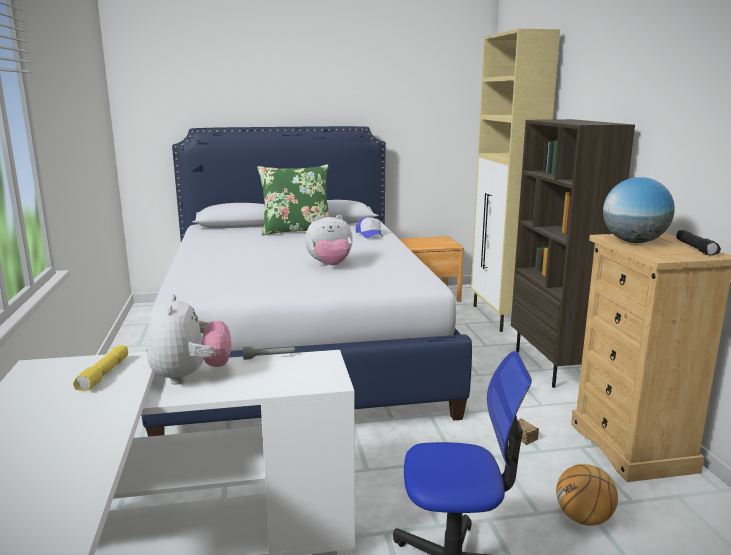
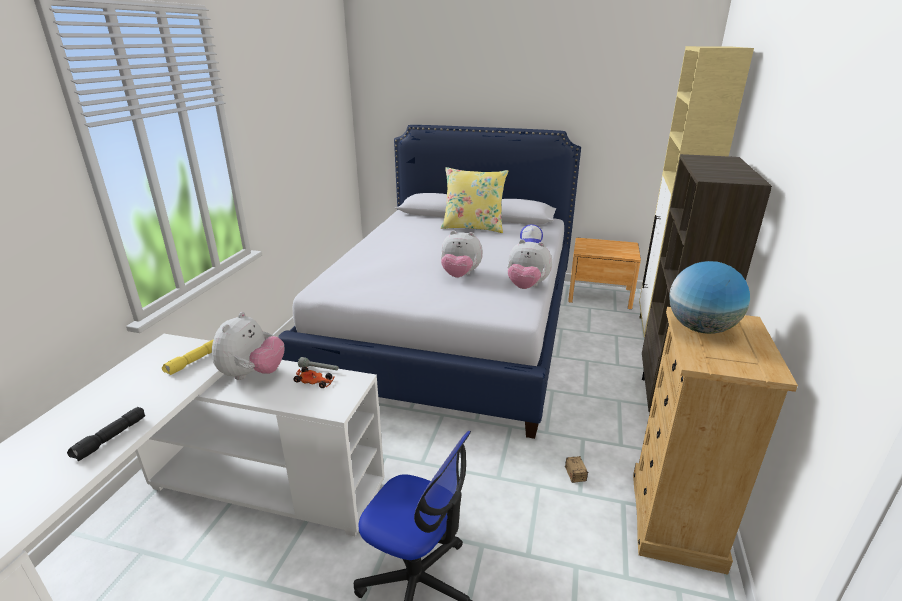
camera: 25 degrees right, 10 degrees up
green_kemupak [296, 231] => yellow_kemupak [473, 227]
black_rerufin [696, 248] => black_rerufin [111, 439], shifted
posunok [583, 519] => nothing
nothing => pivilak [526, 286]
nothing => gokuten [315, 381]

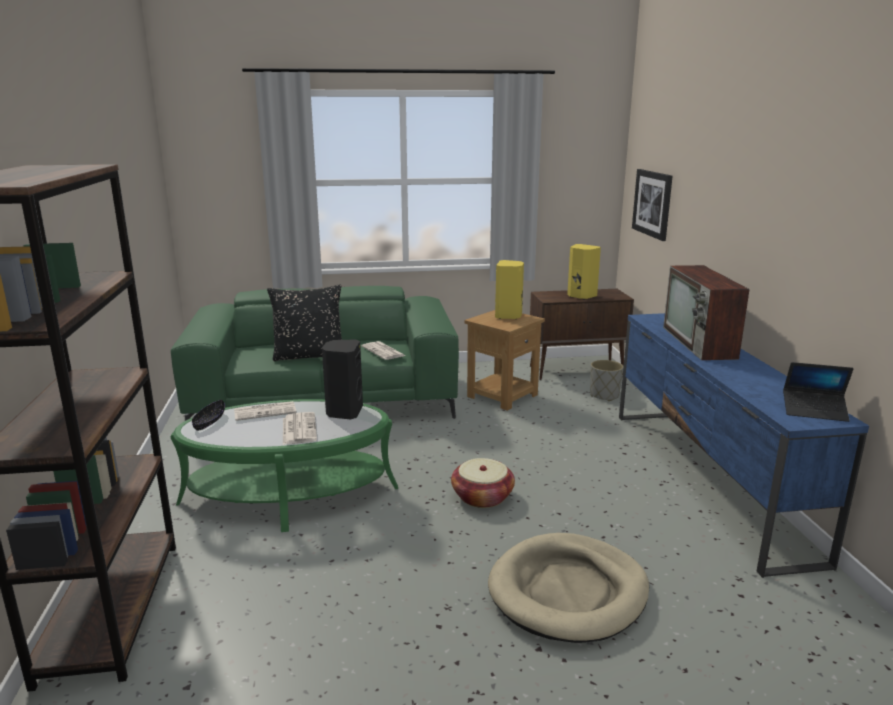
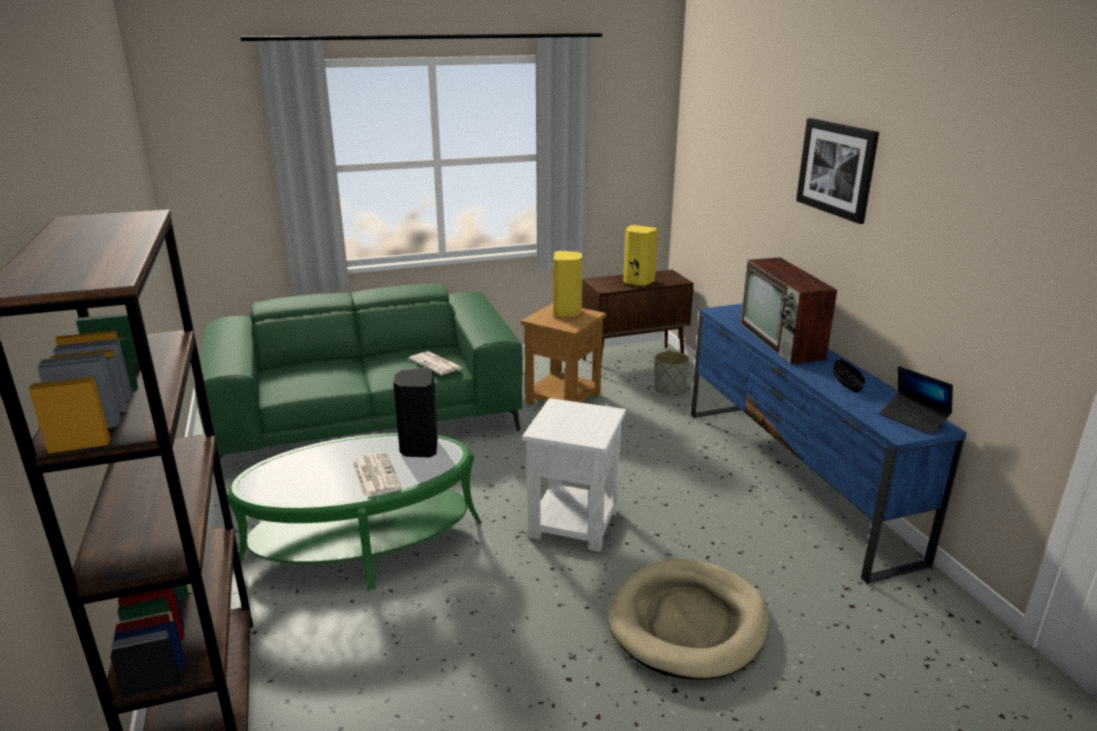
camera: 10 degrees left, 5 degrees up
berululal [652, 203] => berululal [836, 169], shifted
black_kemupak [309, 355] => nothing
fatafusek [814, 411] => fatafusek [913, 419], 45 degrees clockwise
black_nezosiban [209, 422] => black_nezosiban [847, 383], shifted
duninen [266, 411] => nothing
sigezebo [482, 497] => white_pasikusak [574, 524]

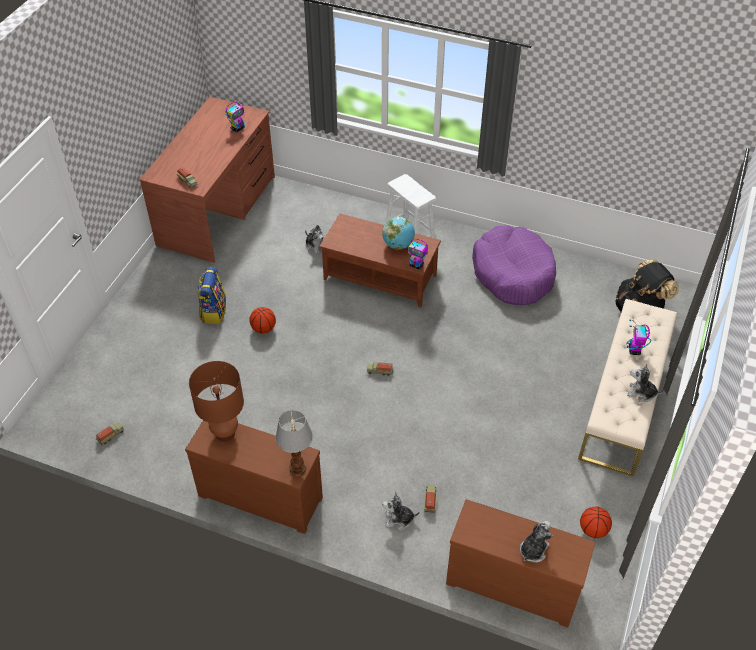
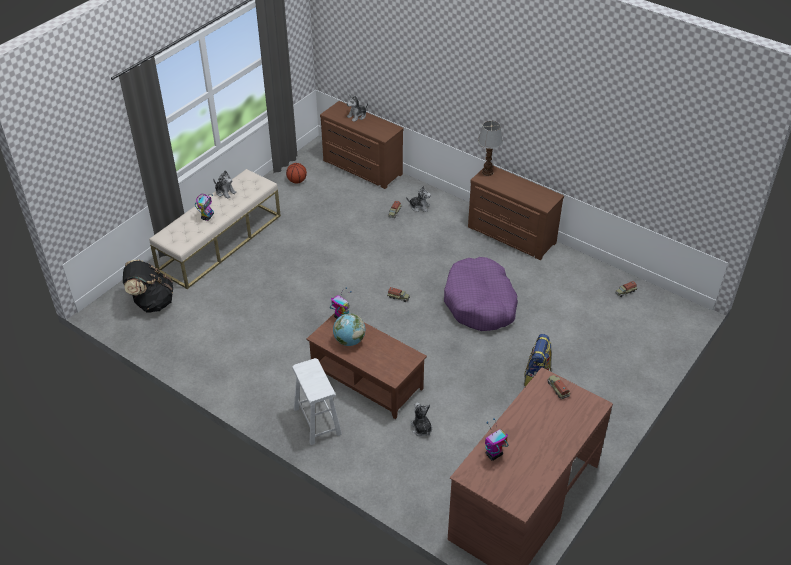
camera: 165 degrees left, 5 degrees down
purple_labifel [513, 273] => purple_labifel [480, 303], shifted
posunok [263, 328] => nothing
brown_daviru [225, 433] => nothing

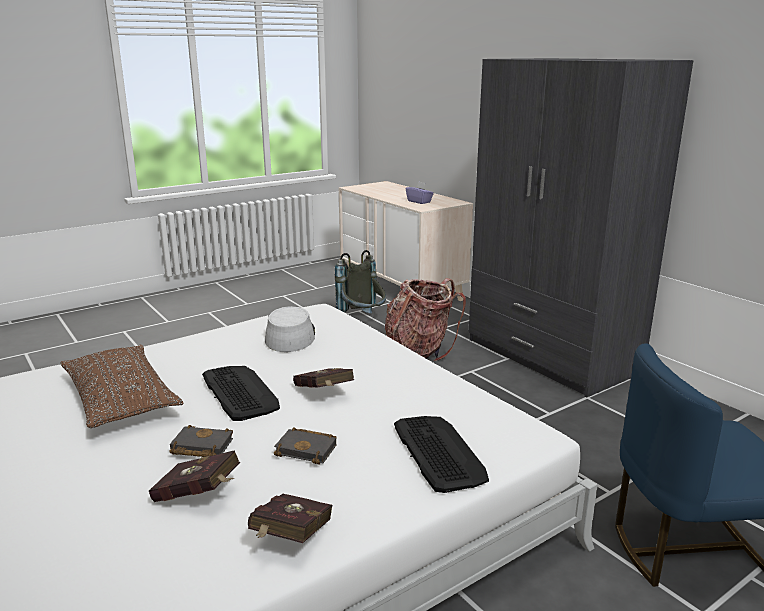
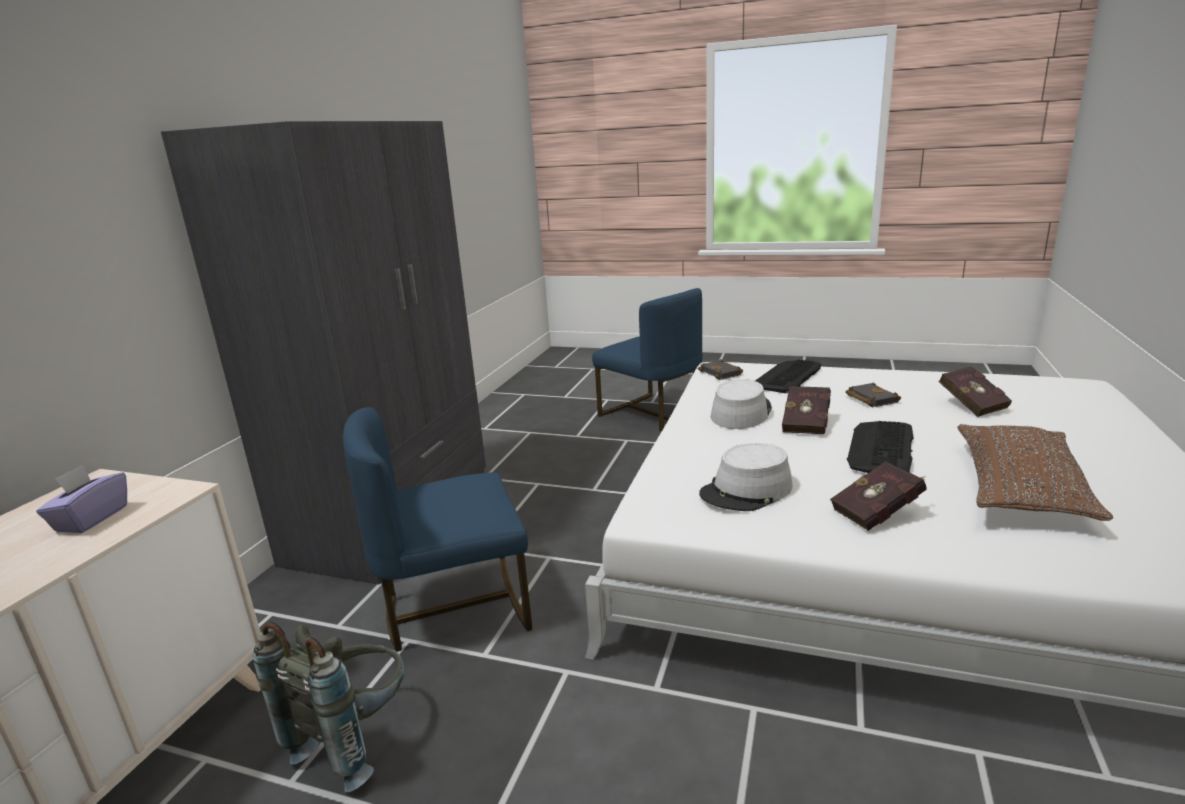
camera: 125 degrees left, 0 degrees up
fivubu [419, 351] => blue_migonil [455, 607]
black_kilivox [200, 447] => black_kilivox [722, 373], shifted
red_kilivox [290, 538] => red_kilivox [879, 513], shifted
nothing => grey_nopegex [740, 412]

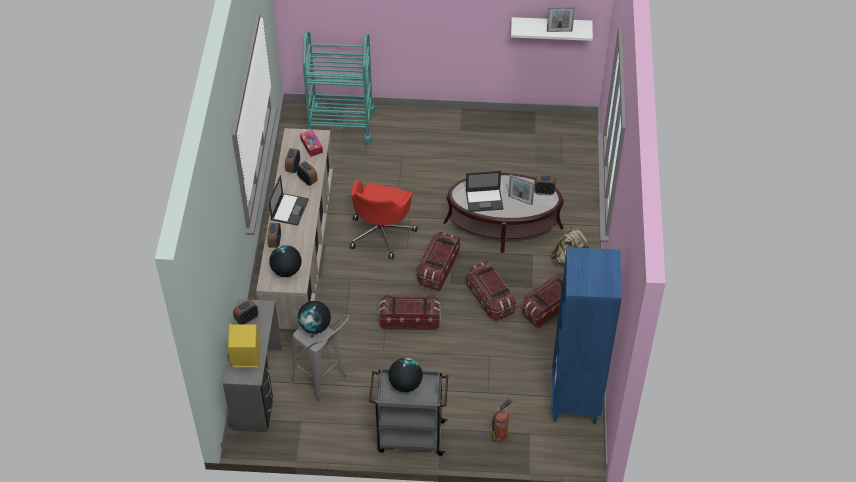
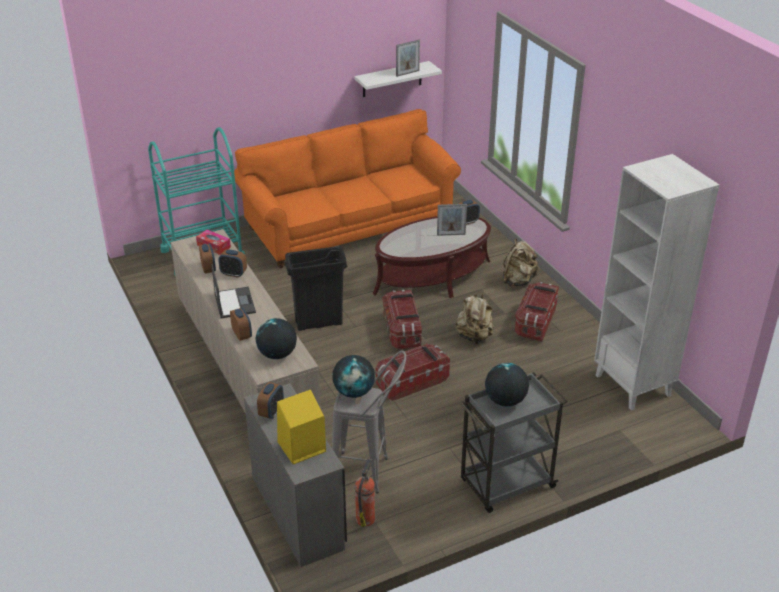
camera: 30 degrees left, 15 degrees down
fatafusek [484, 200] => nothing
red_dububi [381, 232] => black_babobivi [318, 323]
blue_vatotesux [575, 401] => white_vatotesux [633, 385]
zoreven [489, 299] => beige_fivubu [474, 337]
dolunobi [500, 434] => dolunobi [365, 518], shifted
nothing => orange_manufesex [349, 226]

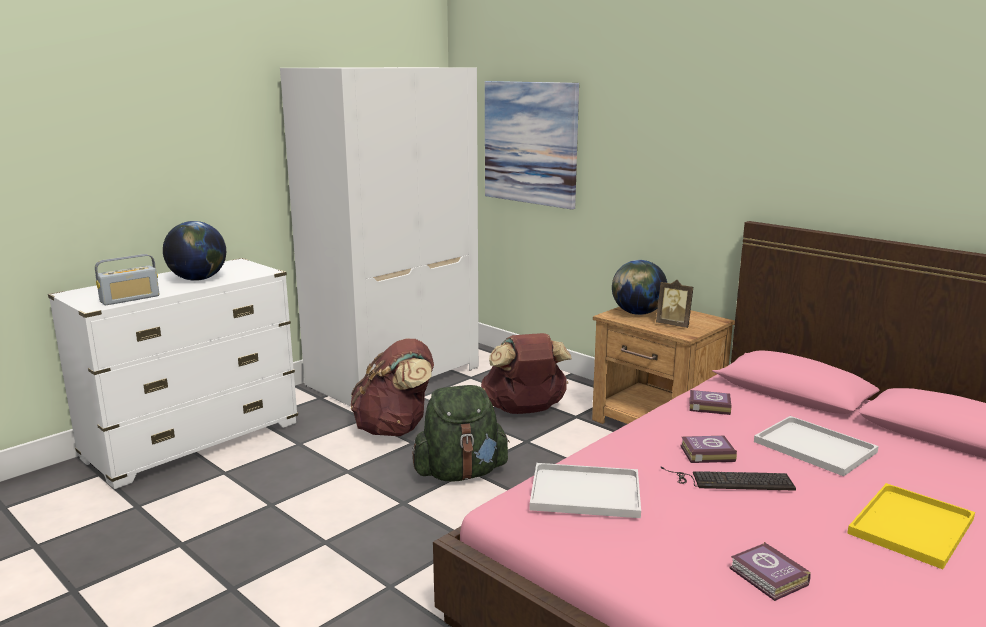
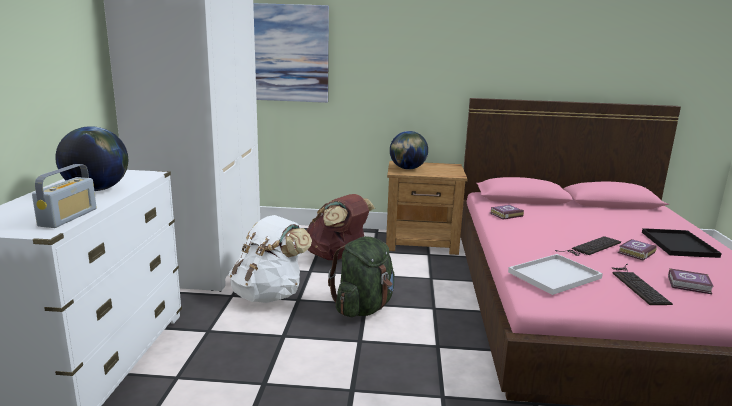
camera: 40 degrees left, 0 degrees up
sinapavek [674, 325] => nothing
brown_fivubu [395, 429] => white_fivubu [269, 295]
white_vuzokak [812, 446] => nothing
kilivox [705, 453] => kilivox [635, 252], shifted
yellow_vuzokak [910, 525] => black_vuzokak [677, 243]
nothing => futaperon [636, 284]

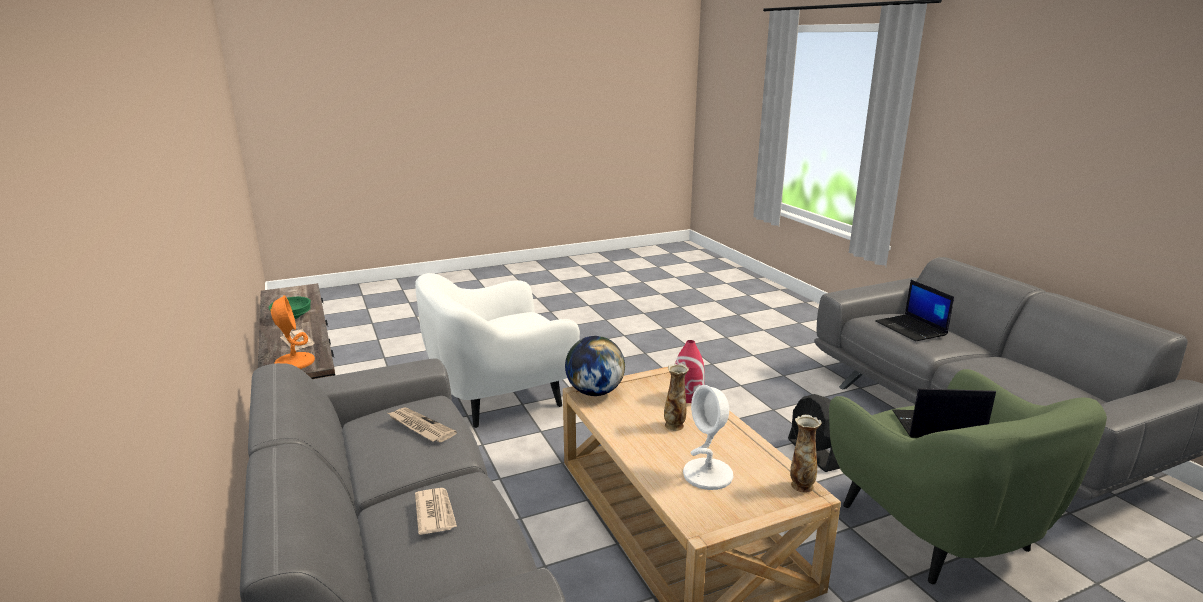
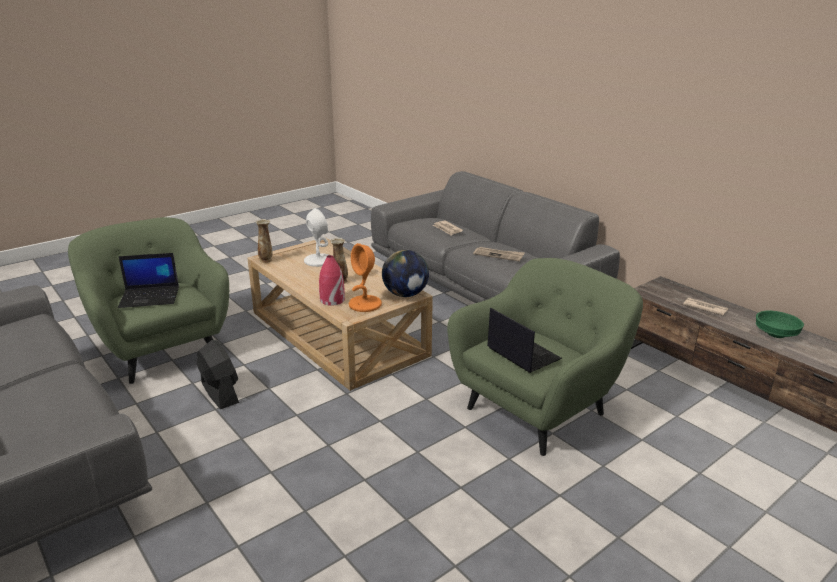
camera: 165 degrees right, 5 degrees up
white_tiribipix [499, 397] => green_tiribipix [538, 409]
fatafusek [911, 329] => fatafusek [522, 353], shifted
orange_daviru [294, 362] => orange_daviru [365, 304], shifted

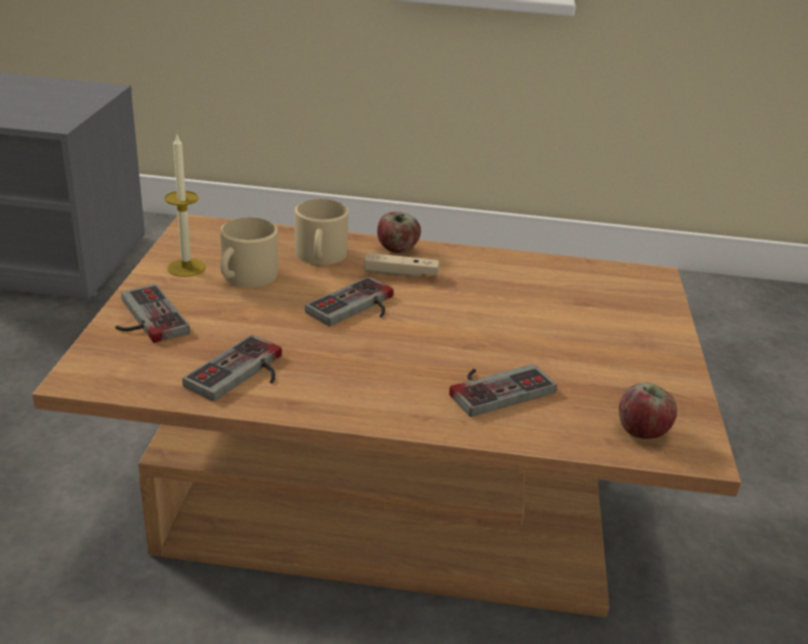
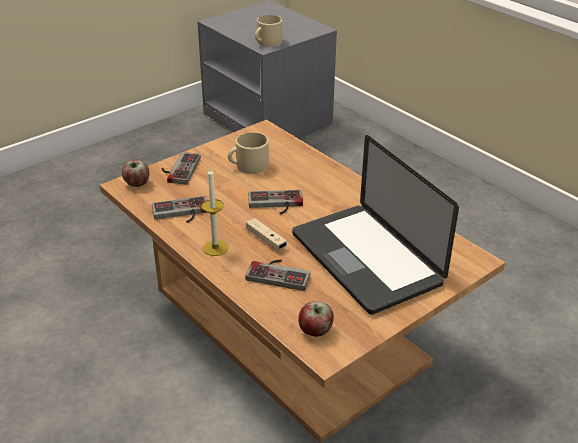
camera: 45 degrees right, 5 degrees up
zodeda [186, 268] => zodeda [215, 248], shifted
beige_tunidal [320, 256] => beige_tunidal [267, 42], shifted
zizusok [397, 249] => zizusok [137, 183], shifted
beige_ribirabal [401, 273] => beige_ribirabal [266, 239], shifted
nothing => fatafusek [365, 259]

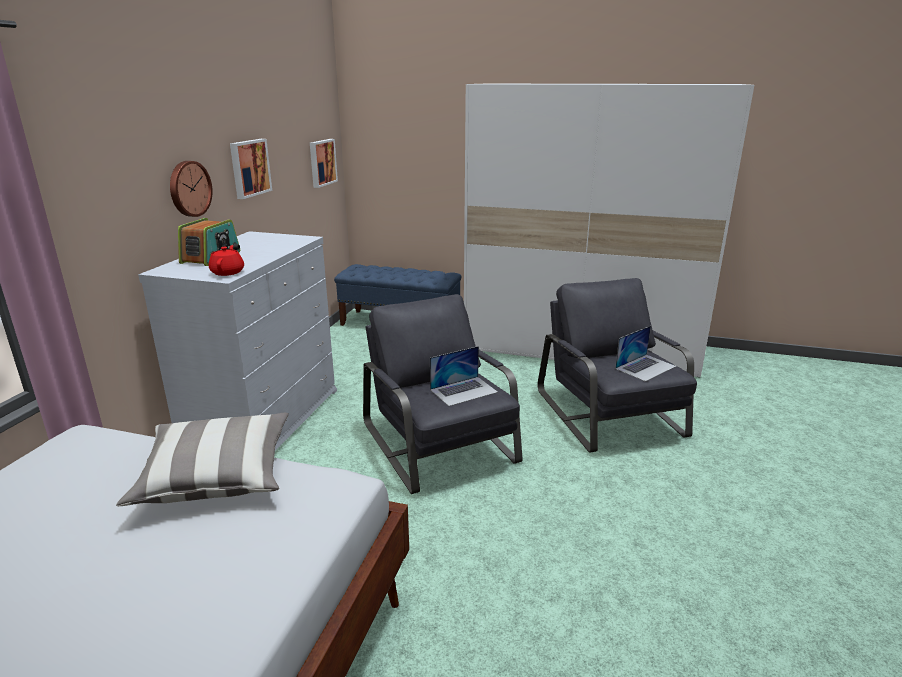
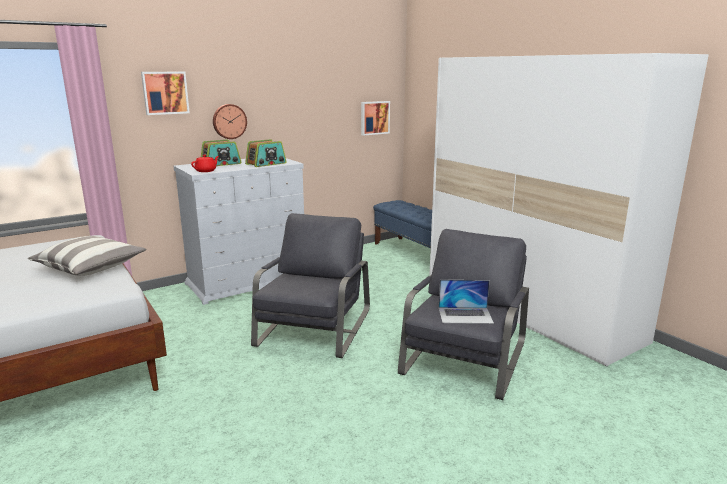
camera: 40 degrees right, 5 degrees down
berululal [249, 168] => berululal [165, 93], shifted
fatafusek [464, 391] => nothing
nothing => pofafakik [266, 164]

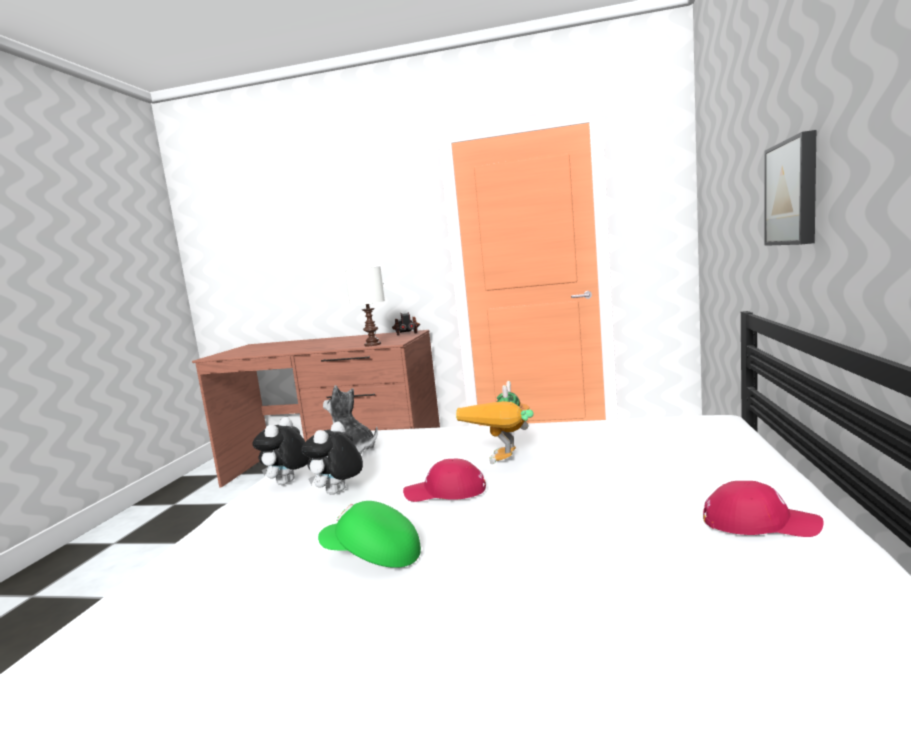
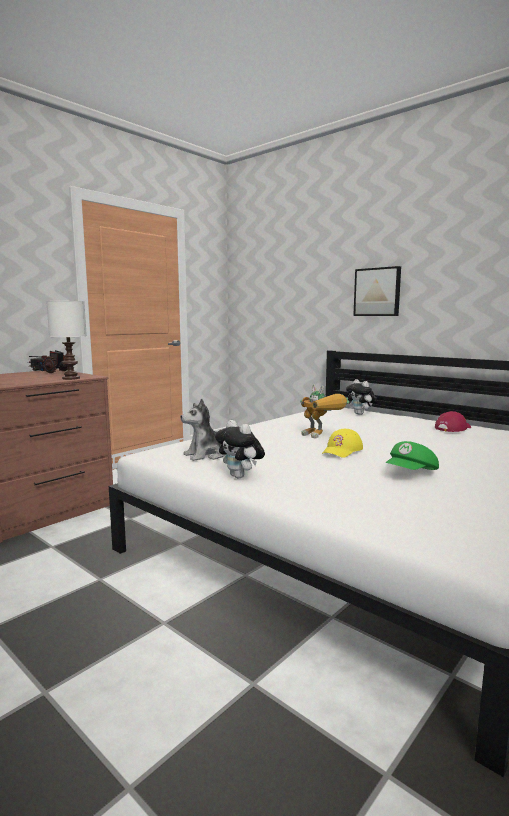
camera: 60 degrees left, 0 degrees up
pivilak [338, 493] => pivilak [360, 414], shifted
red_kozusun [445, 492] => yellow_kozusun [342, 450]

